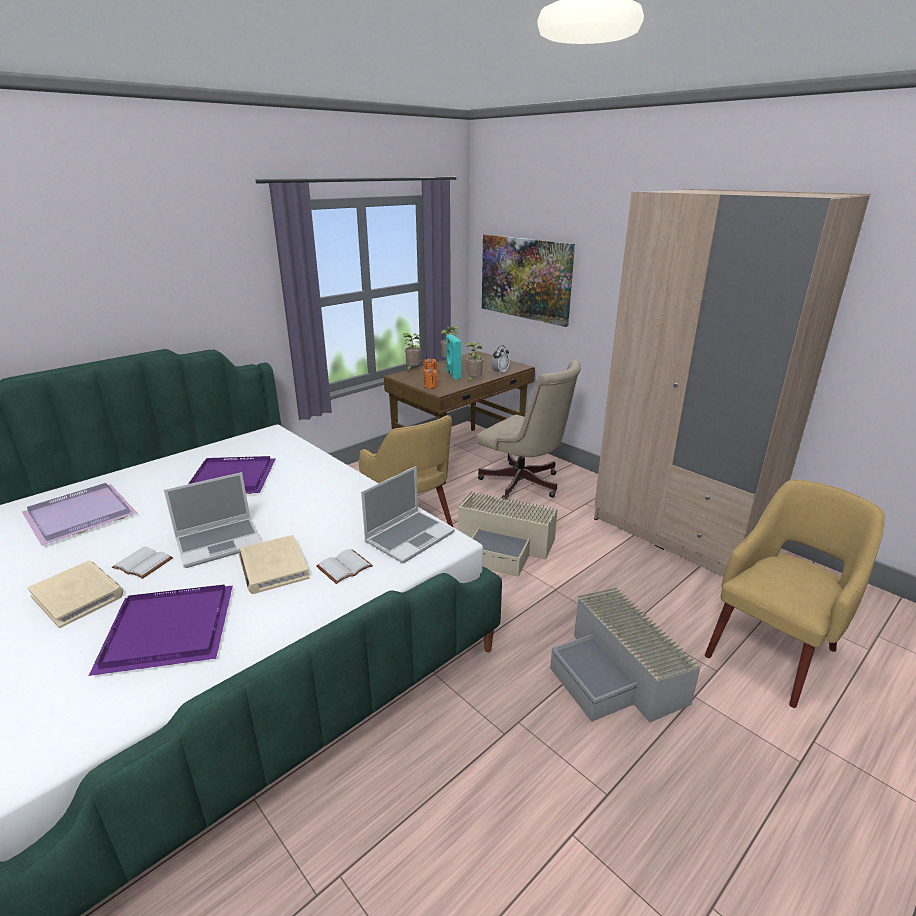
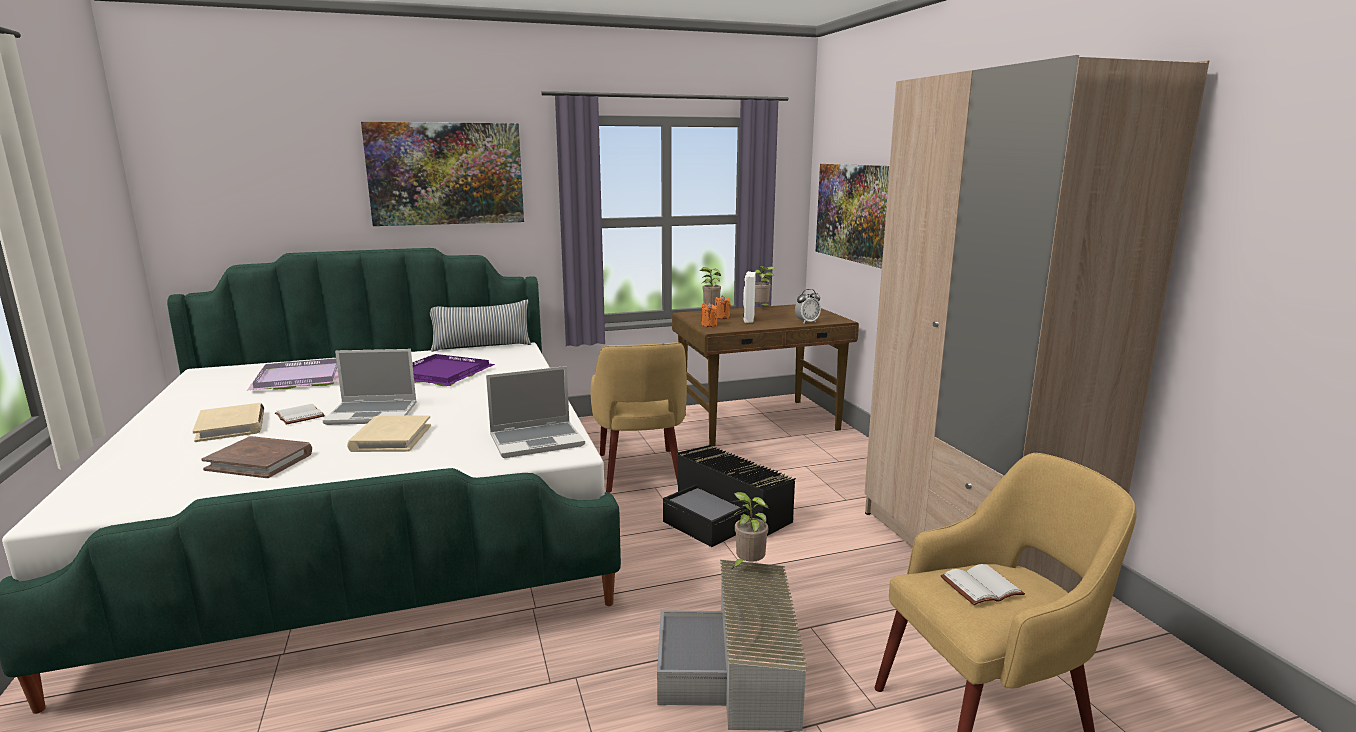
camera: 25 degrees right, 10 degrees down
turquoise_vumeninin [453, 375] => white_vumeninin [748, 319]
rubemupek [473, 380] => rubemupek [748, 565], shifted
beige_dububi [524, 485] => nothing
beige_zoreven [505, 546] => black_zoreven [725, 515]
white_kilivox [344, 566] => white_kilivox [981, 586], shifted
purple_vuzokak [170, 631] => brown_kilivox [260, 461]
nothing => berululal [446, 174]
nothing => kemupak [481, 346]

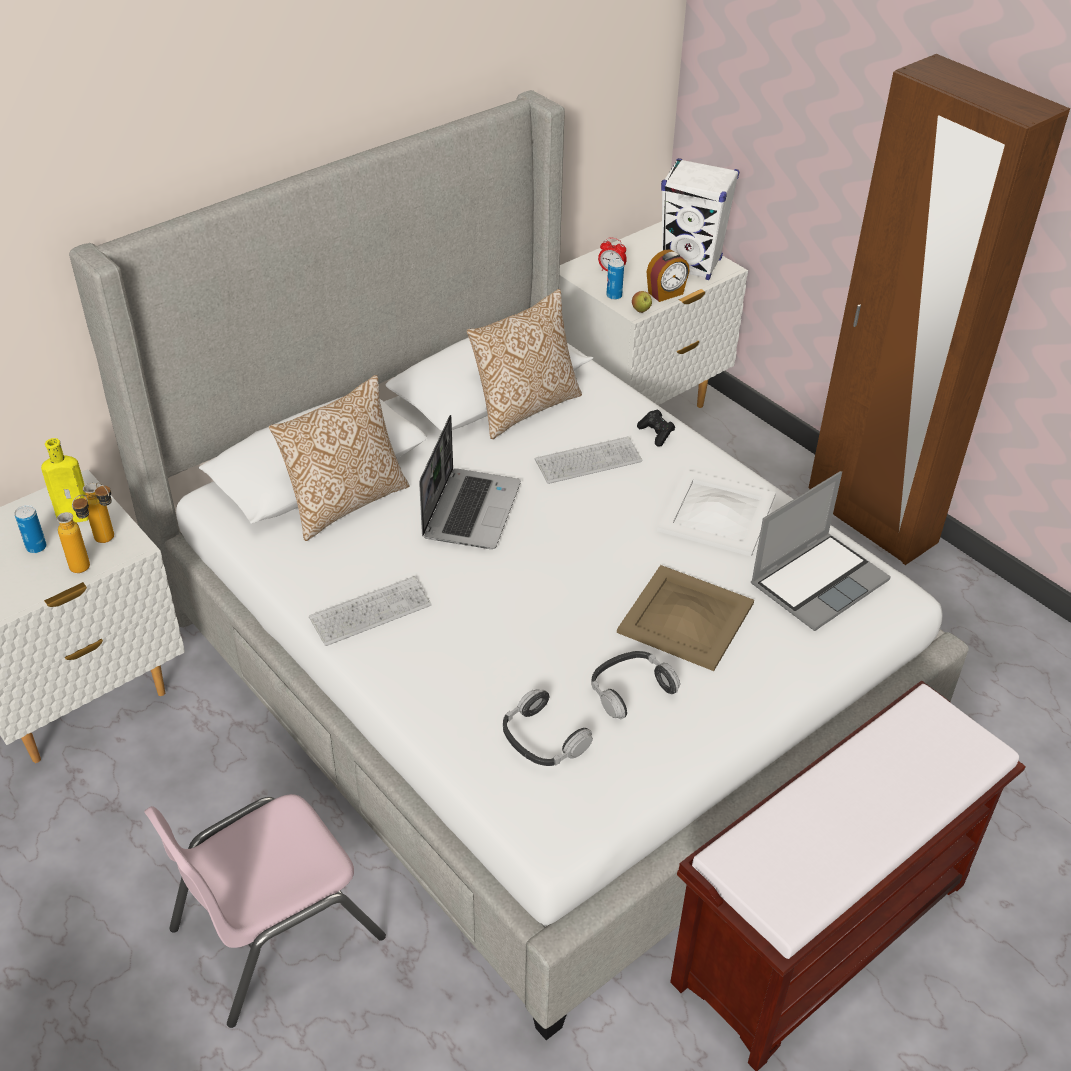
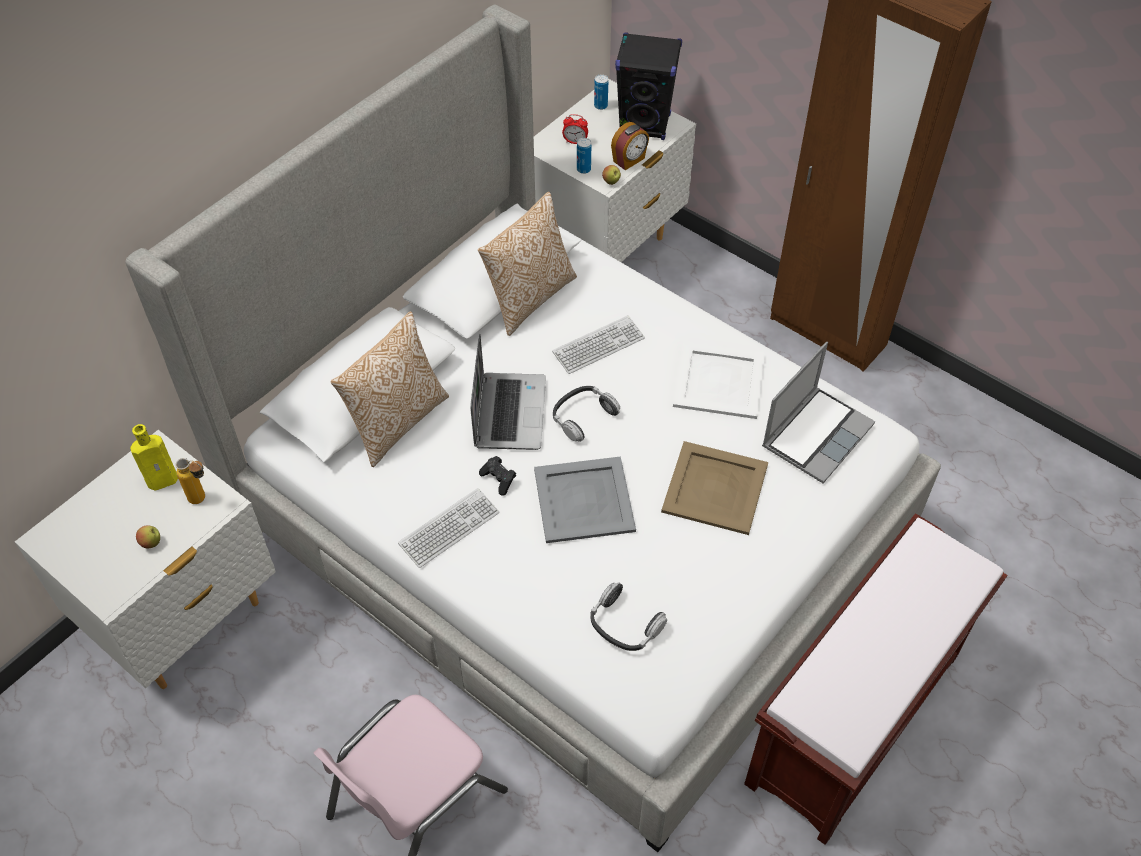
camera: 10 degrees left, 10 degrees up
white_vumeninin [691, 265] => black_vumeninin [645, 125]
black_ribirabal [656, 434] => black_ribirabal [499, 479], shifted
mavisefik [87, 562] => nothing
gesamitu [36, 547] => gesamitu [600, 106], shifted
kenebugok [630, 689] => kenebugok [583, 416], shifted
nothing => grey_vuzokak [584, 499]
nothing => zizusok [151, 543]

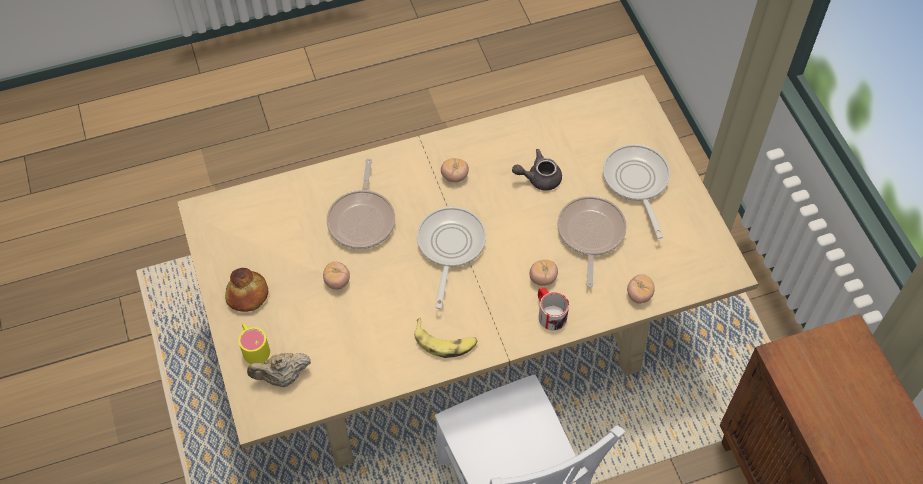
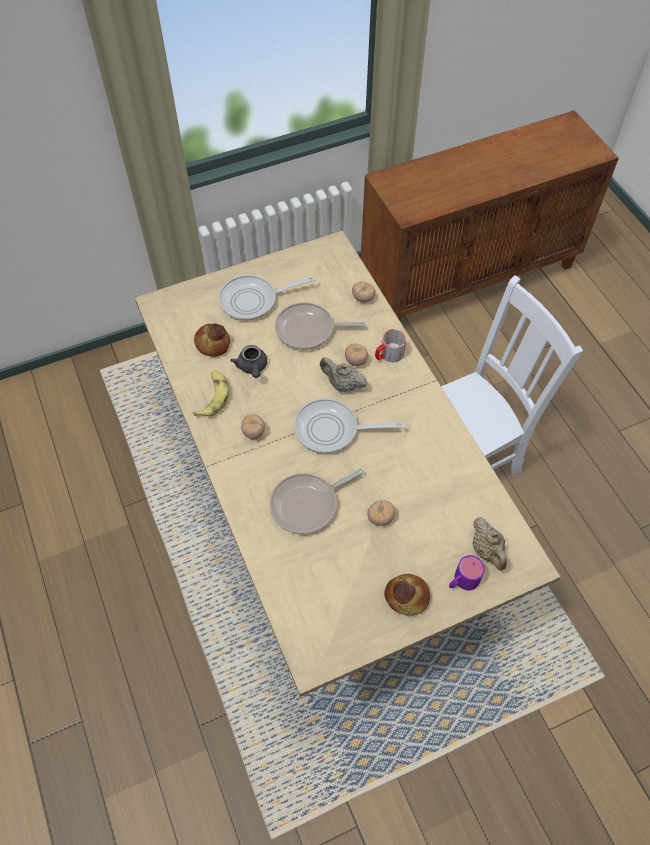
camera: 95 degrees left, 0 degrees up
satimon [362, 219] => satimon [308, 504], 150 degrees clockwise
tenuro [445, 342] => tenuro [213, 397], shifted
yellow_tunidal [253, 347] => purple_tunidal [462, 581]
nothing => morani [213, 343]
nothing => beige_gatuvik [342, 385]

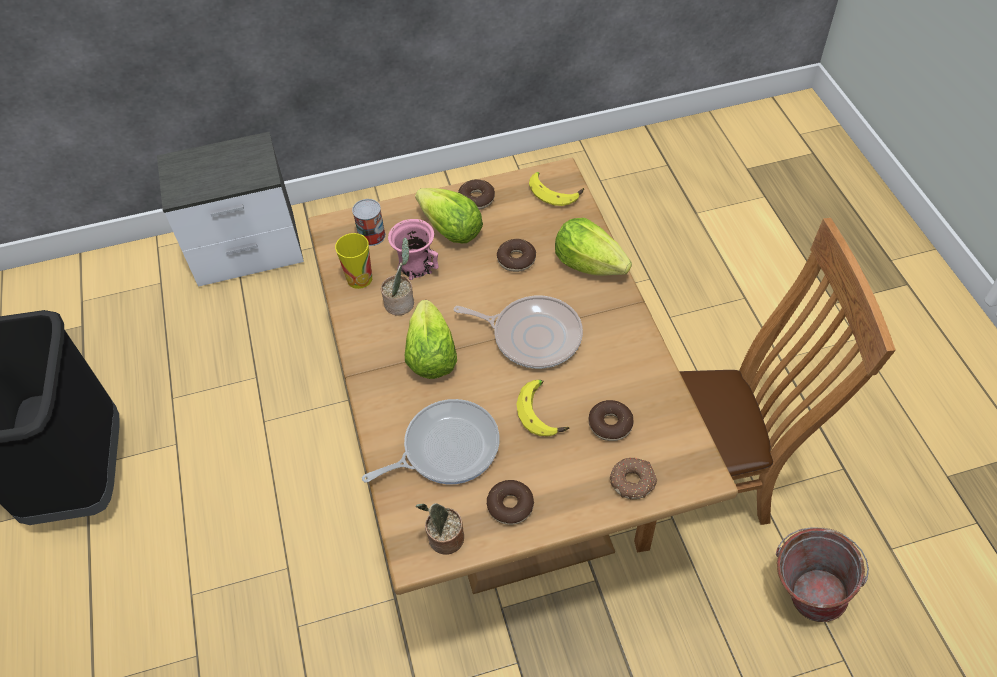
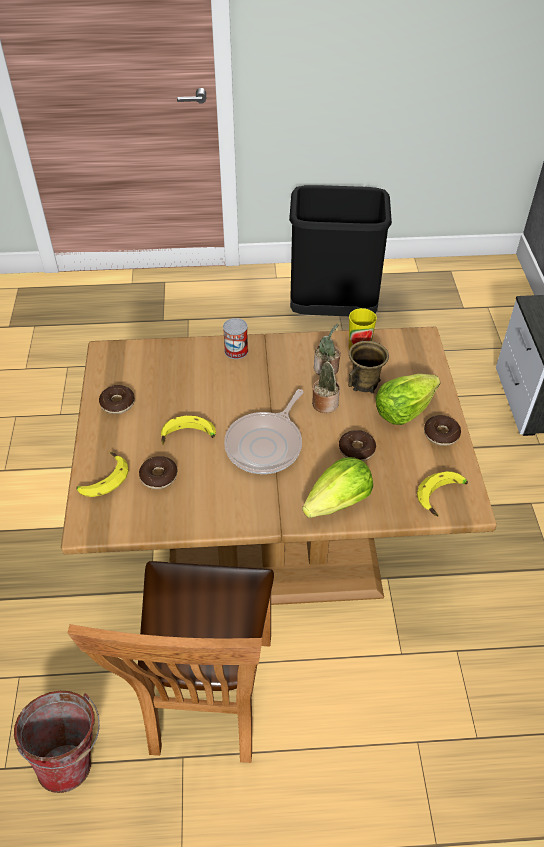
camera: 100 degrees right, 5 degrees down
gesamitu [371, 235] => gesamitu [236, 351], shifted
pink_tunidal [416, 266] => brown_tunidal [365, 383]
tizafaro [431, 356] => nothing
satimon [446, 448] => nothing
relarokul [633, 481] => tenuro [102, 478]
rubemupek [443, 539] => rubemupek [324, 402], shifted

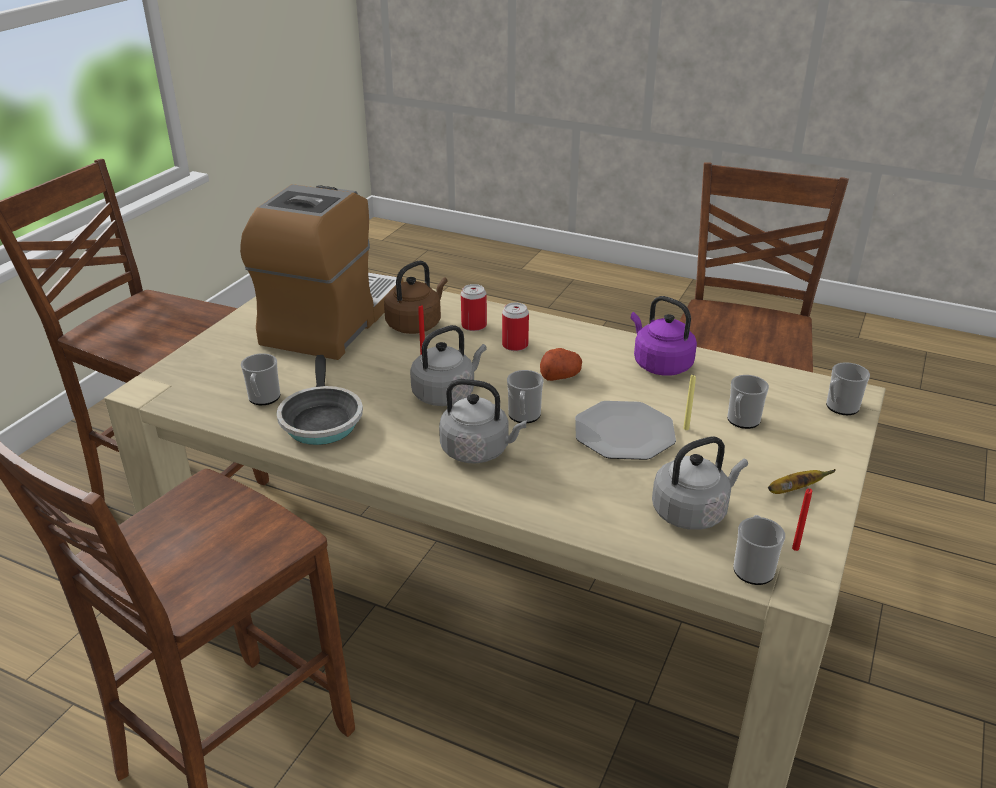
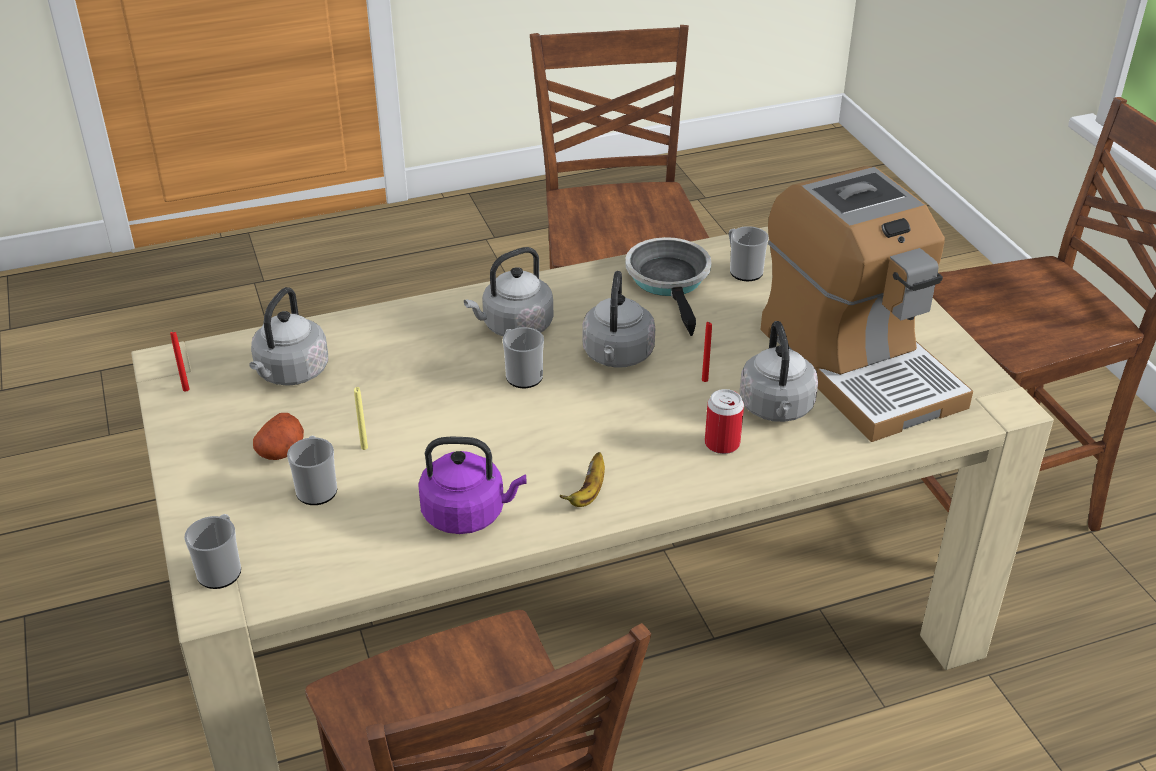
camera: 135 degrees right, 5 degrees up
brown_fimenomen [416, 324] => grey_fimenomen [777, 409]
gesamitu [515, 345] => nothing
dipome [560, 375] => dipome [281, 451], shifted
satimon [320, 420] => satimon [670, 281], 45 degrees clockwise
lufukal [624, 433] => nothing
tenuro [793, 490] => tenuro [588, 493], shifted
tunidal [753, 567] => nothing

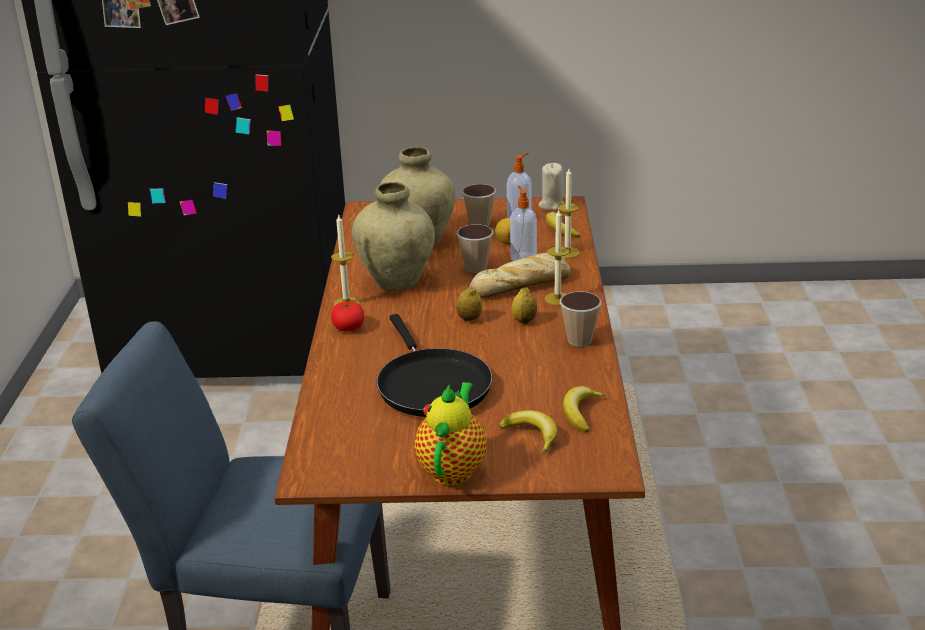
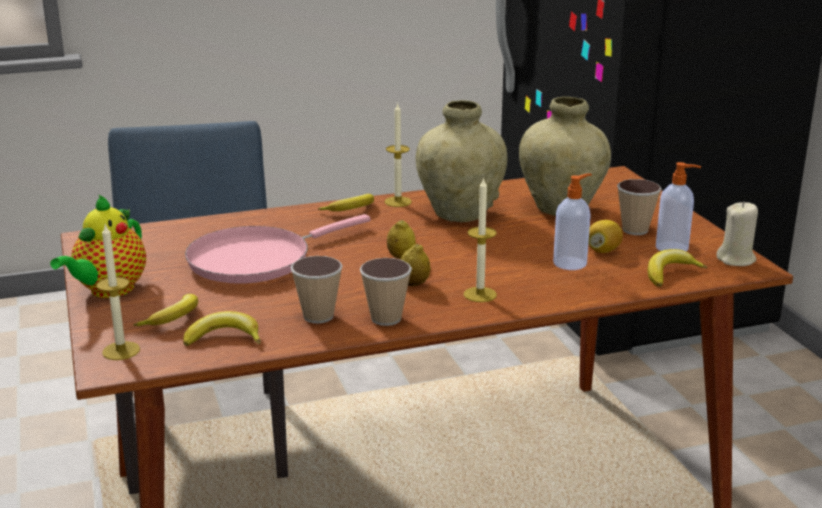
camera: 70 degrees right, 5 degrees down
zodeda [567, 252] => zodeda [121, 351], shifted
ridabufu [475, 268] => ridabufu [318, 316], shifted
morani [522, 285] => nothing
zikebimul [348, 327] => tenuro [351, 210]
black_satimon [431, 384] => pink_satimon [257, 260]
gatuvik [453, 468] => gatuvik [108, 291], 120 degrees clockwise

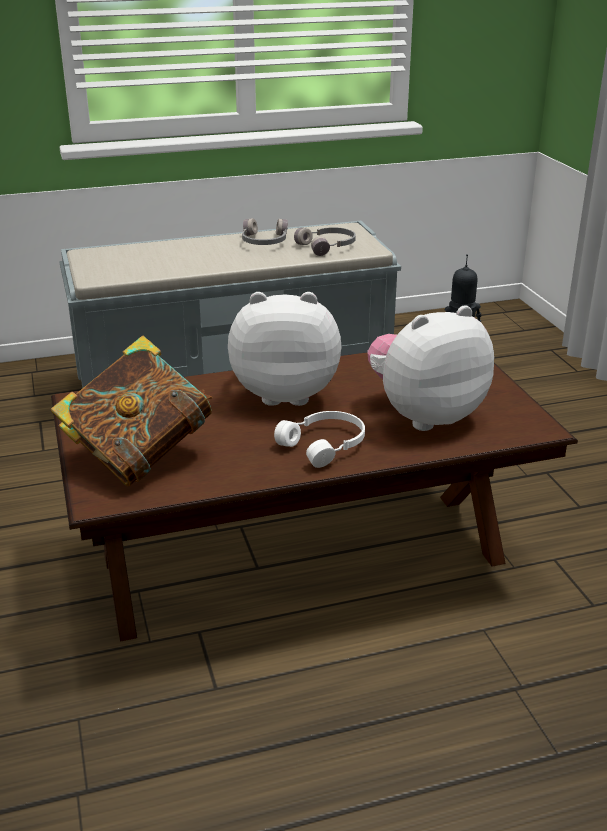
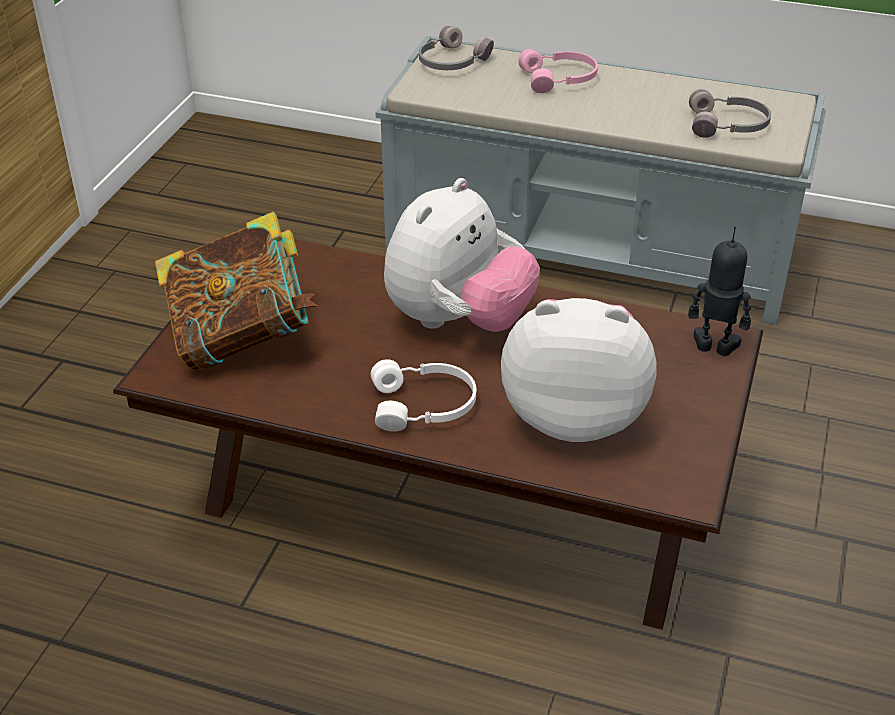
camera: 35 degrees right, 10 degrees up
grey_kenebugok [264, 242] => grey_kenebugok [451, 62], shifted
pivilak [285, 393] => pivilak [458, 321], 90 degrees clockwise
nothing => pink_kenebugok [560, 79]

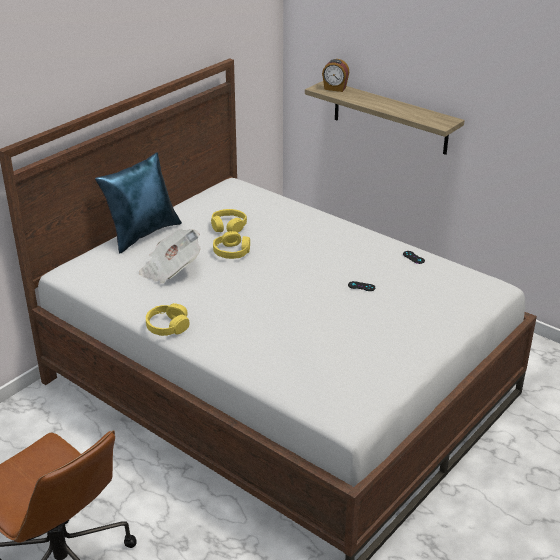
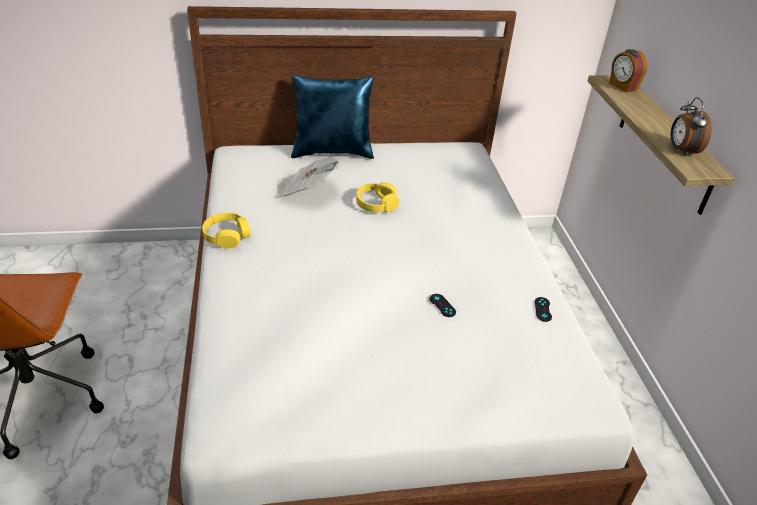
camera: 40 degrees right, 5 degrees up
yellow_kenebugok [228, 226] => nothing
nothing => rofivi [681, 150]

